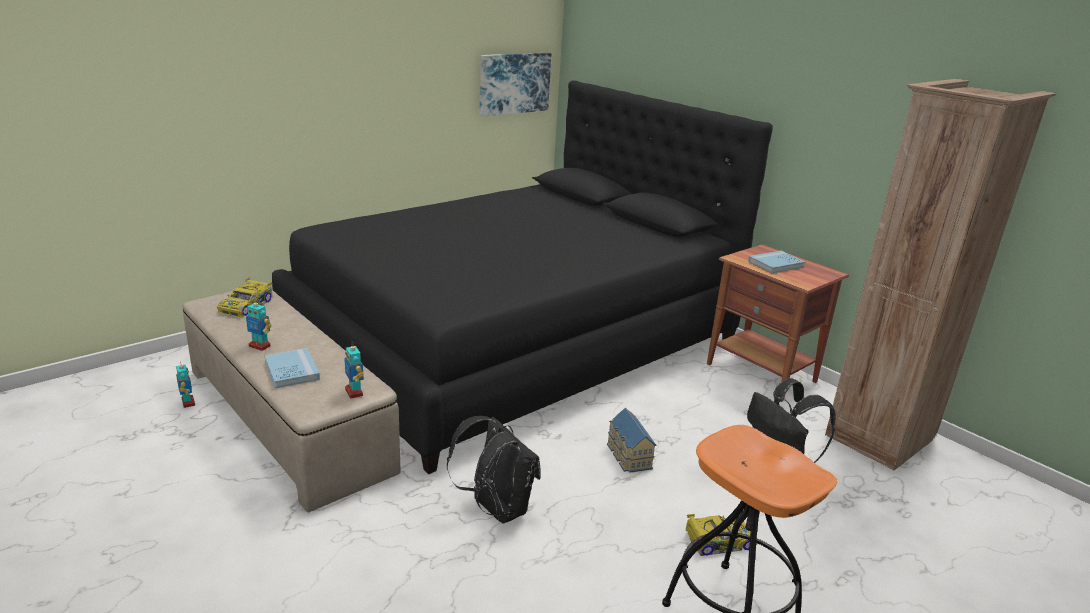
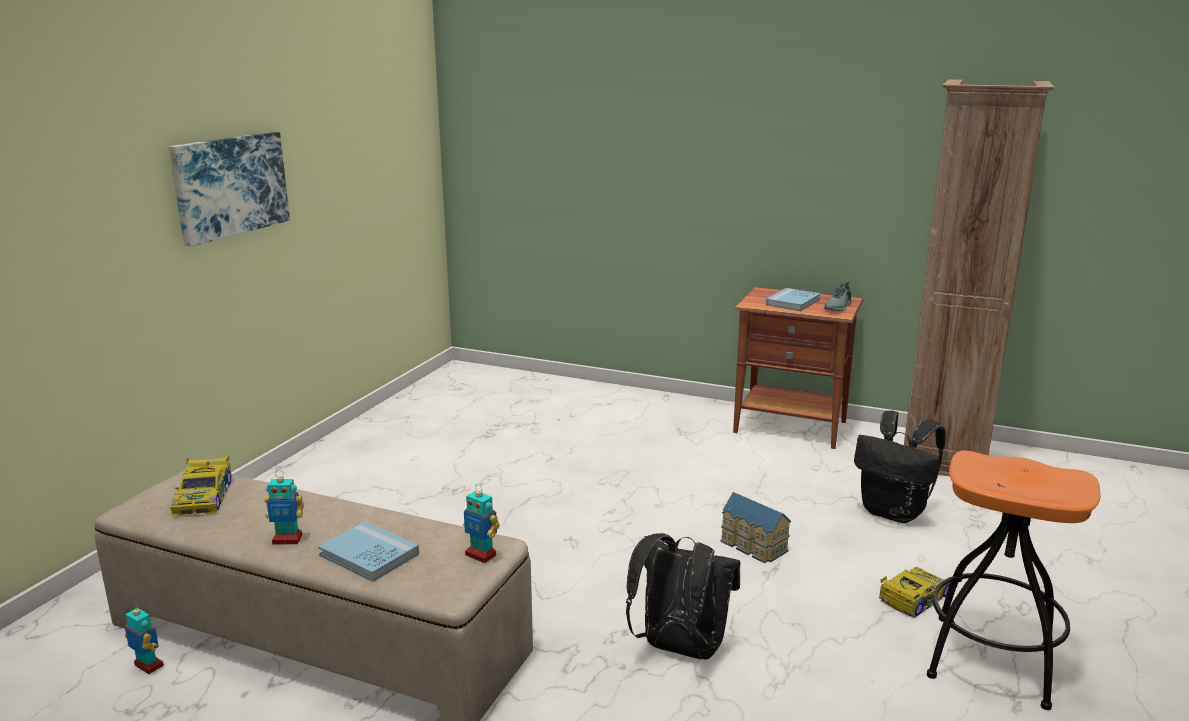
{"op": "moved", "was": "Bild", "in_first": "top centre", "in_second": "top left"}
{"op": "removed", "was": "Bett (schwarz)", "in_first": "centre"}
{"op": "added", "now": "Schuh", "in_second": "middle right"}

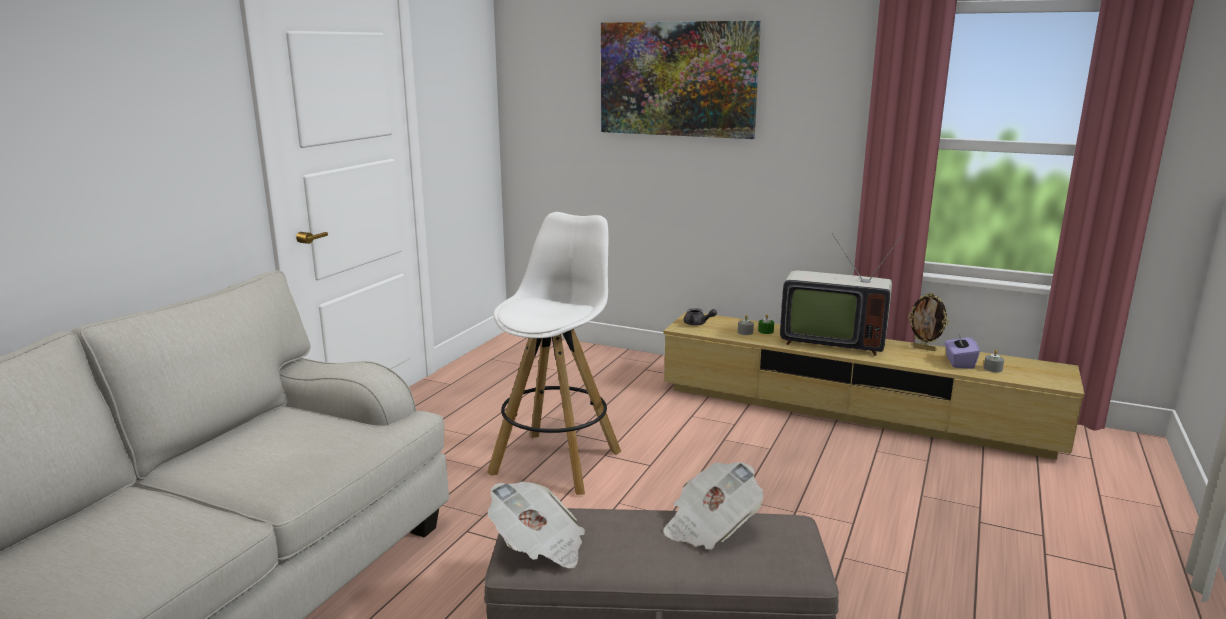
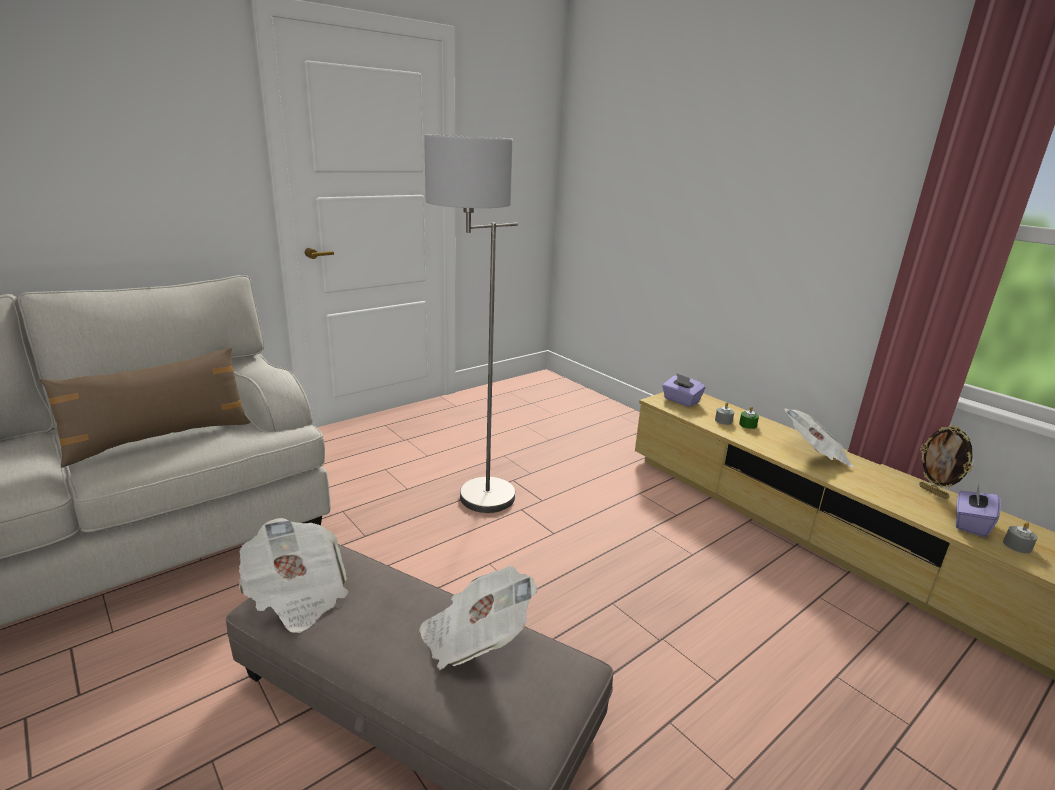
{"op": "removed", "was": "Bild", "in_first": "top centre"}
{"op": "replaced", "was": "Hocker (weiß)", "now": "Stehlampe (grau)", "in_first": "centre", "in_second": "centre"}
{"op": "replaced", "was": "Fernseher", "now": "Zeitung (3rd from left)", "in_first": "middle right", "in_second": "middle right"}
{"op": "replaced", "was": "Teekanne (grau)", "now": "Taschentuchbox (lila) (1st from left)", "in_first": "centre", "in_second": "centre"}
{"op": "added", "now": "Kissen (braun)", "in_second": "middle left"}

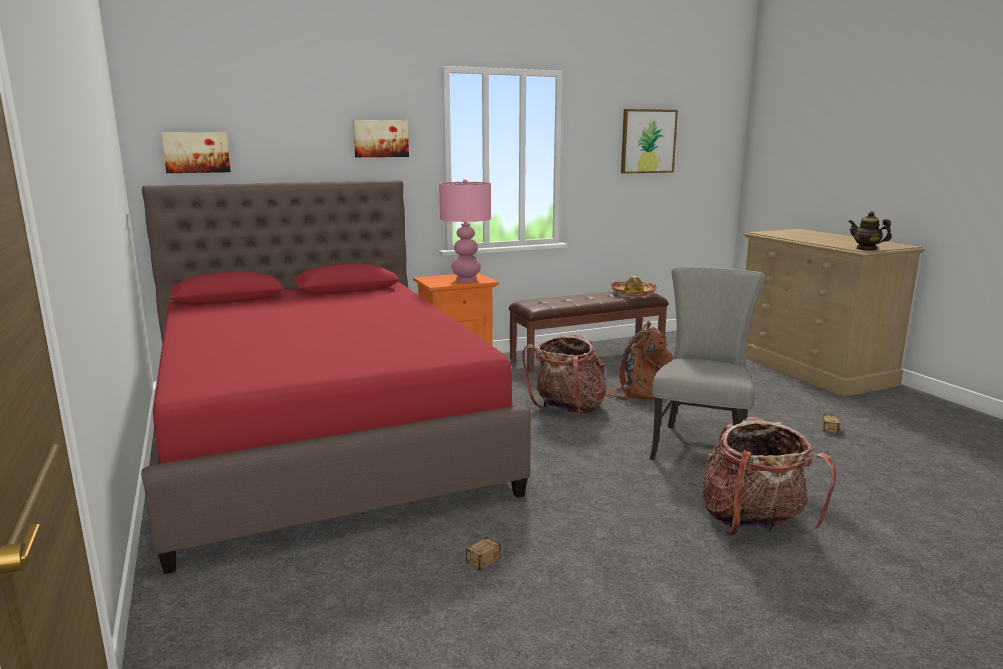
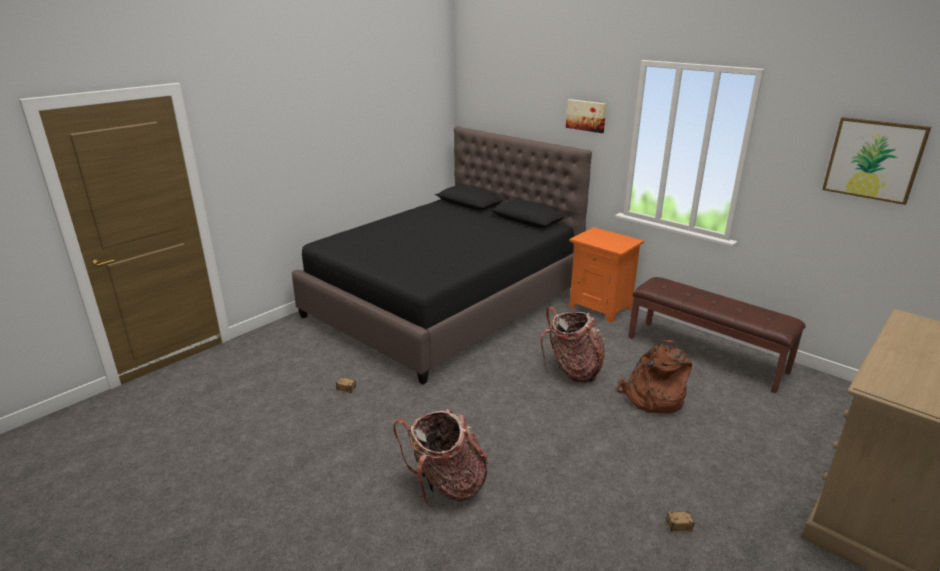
{"op": "removed", "was": "Bild (1st from left)", "in_first": "top left"}
{"op": "removed", "was": "Tischlampe (rosa)", "in_first": "centre"}
{"op": "recoloured", "was": "Bett (rot)", "now": "Bett (schwarz)", "in_first": "centre", "in_second": "centre"}
{"op": "removed", "was": "Teekanne", "in_first": "middle right"}
{"op": "removed", "was": "Stuhl (grau)", "in_first": "middle right"}
{"op": "removed", "was": "Hut", "in_first": "centre"}

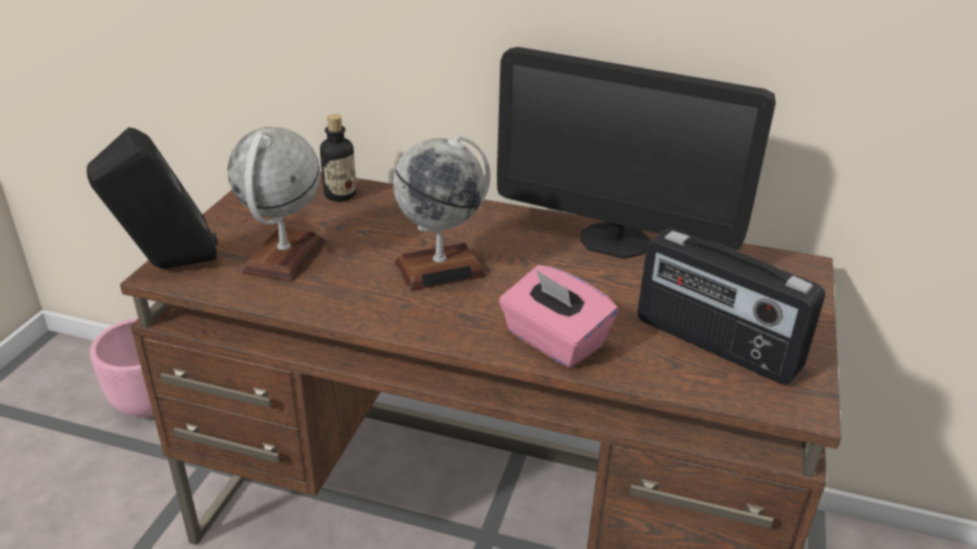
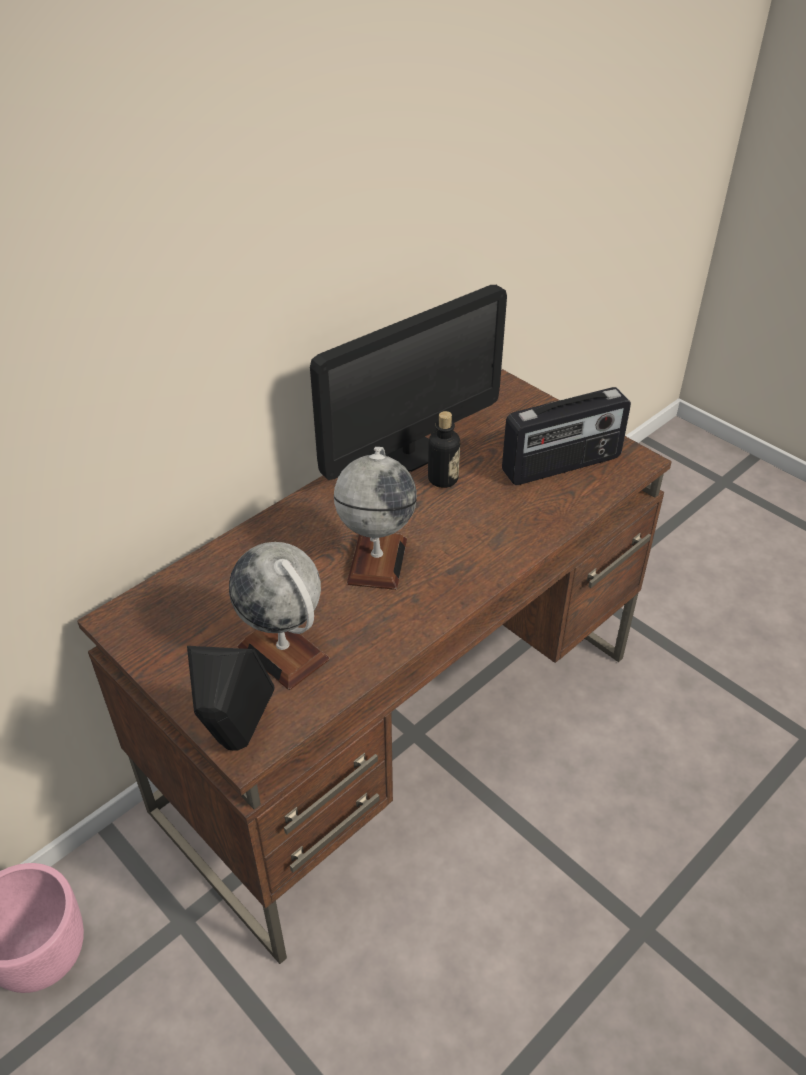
{"op": "moved", "was": "Flasche", "in_first": "top centre", "in_second": "centre"}
{"op": "removed", "was": "Taschentuchbox (rosa)", "in_first": "centre"}

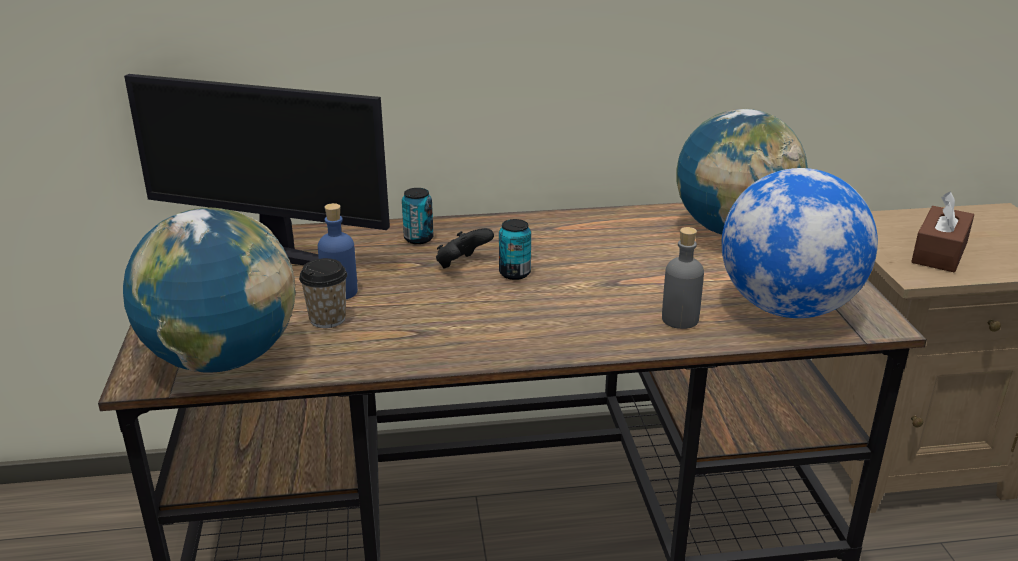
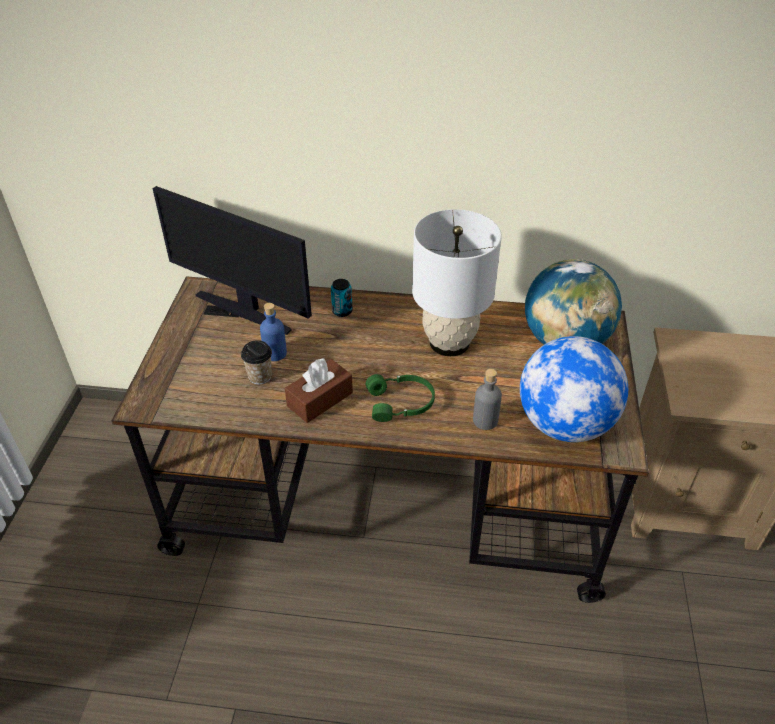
{"op": "moved", "was": "Taschentuchbox (braun)", "in_first": "middle right", "in_second": "centre"}
{"op": "removed", "was": "Globus (1st from left)", "in_first": "middle left"}
{"op": "removed", "was": "Dose (2nd from left)", "in_first": "centre"}
{"op": "removed", "was": "Gamepad (schwarz)", "in_first": "centre"}
{"op": "added", "now": "Tischlampe (weiß)", "in_second": "centre"}
{"op": "added", "now": "Kopfhörer (grün)", "in_second": "centre"}

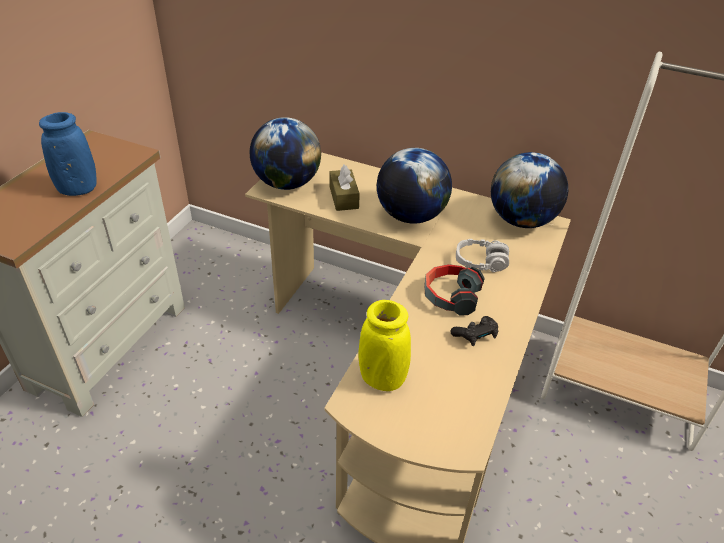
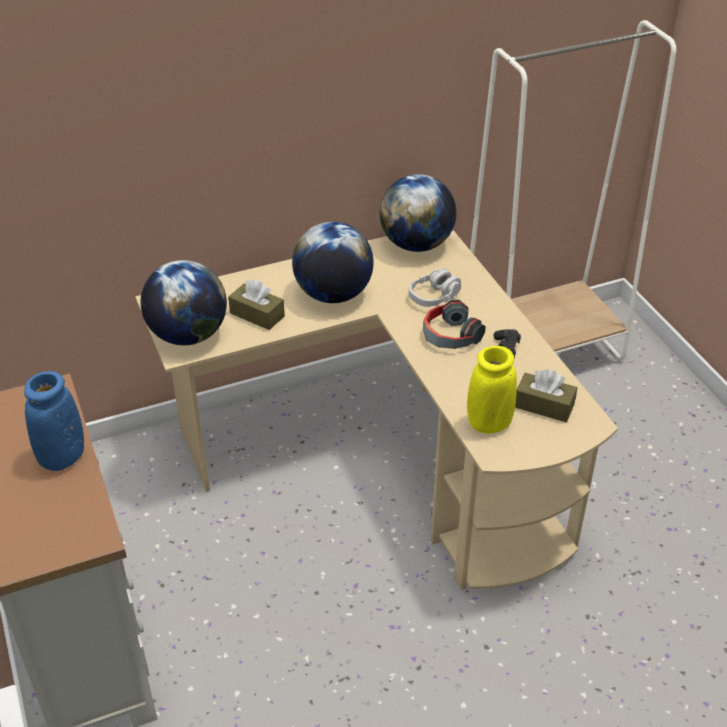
{"op": "added", "now": "Taschentuchbox (braun) (2nd from left)", "in_second": "middle right"}

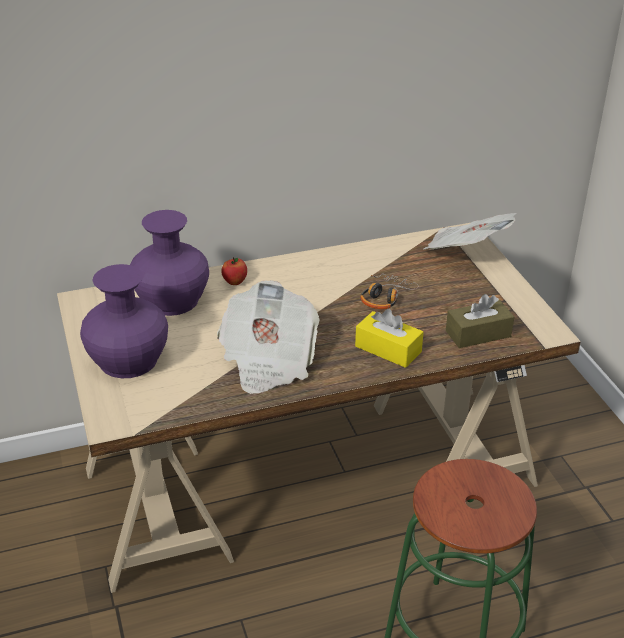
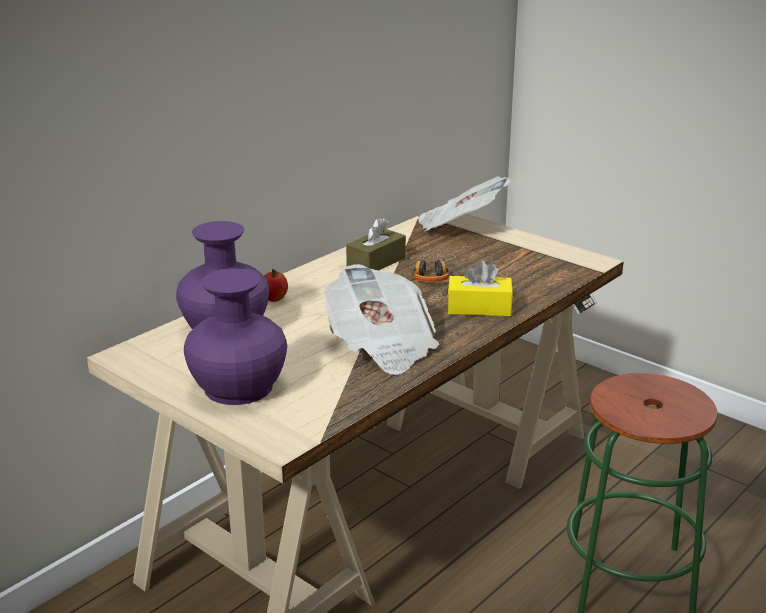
{"op": "moved", "was": "Taschentuchbox (braun)", "in_first": "middle right", "in_second": "centre"}

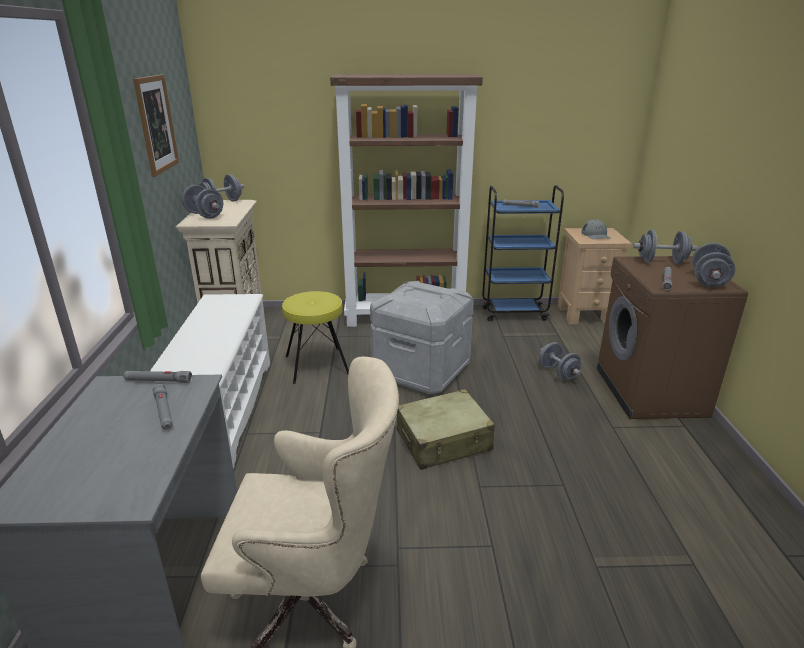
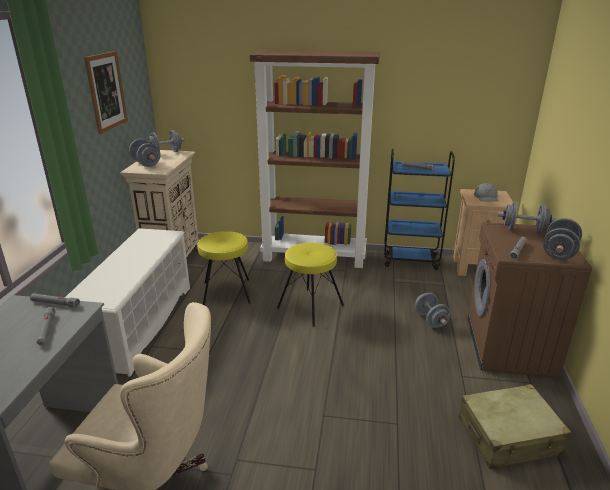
{"op": "replaced", "was": "Aufbewahrungsbox (grau)", "now": "Hocker (gelb) (2nd from left)", "in_first": "centre", "in_second": "centre"}
{"op": "moved", "was": "Koffer (beige)", "in_first": "centre", "in_second": "bottom right"}

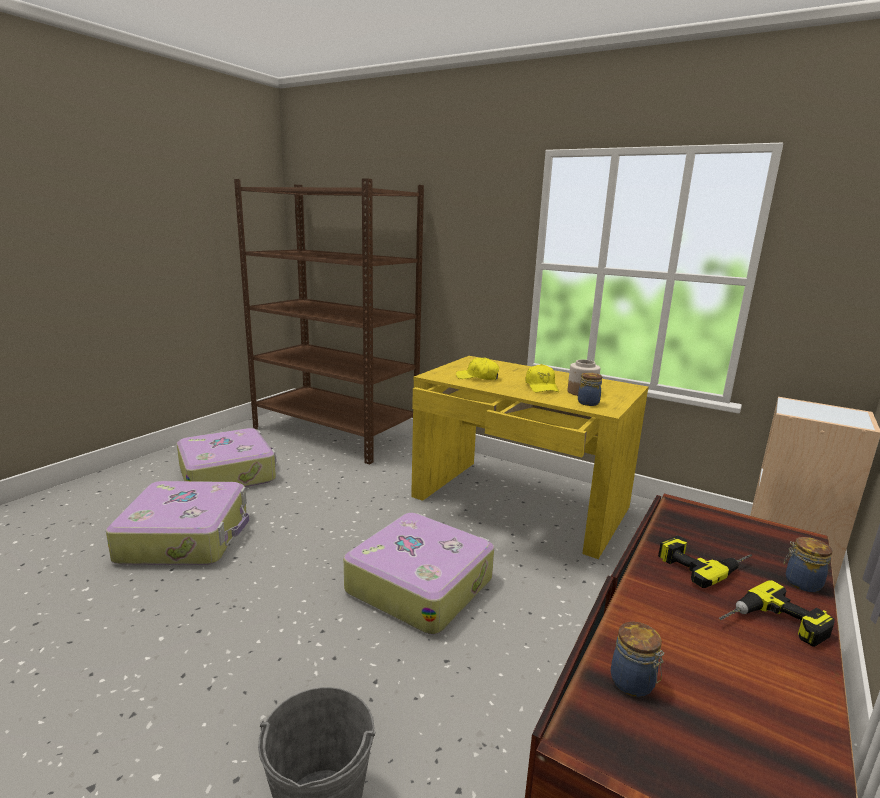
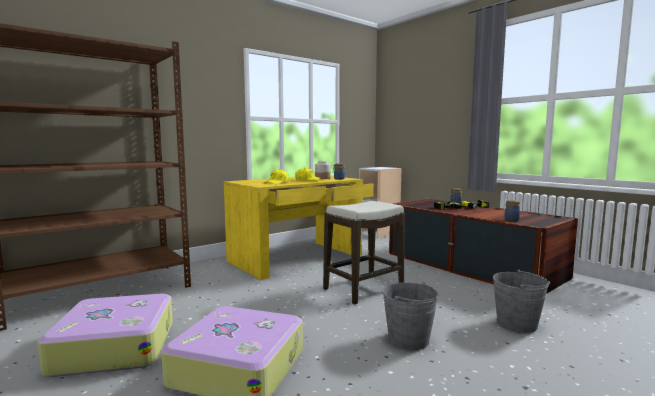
{"op": "replaced", "was": "Koffer (3rd from left)", "now": "Hocker", "in_first": "bottom centre", "in_second": "centre"}
{"op": "added", "now": "Eimer (grau) (1st from left)", "in_second": "bottom centre"}

